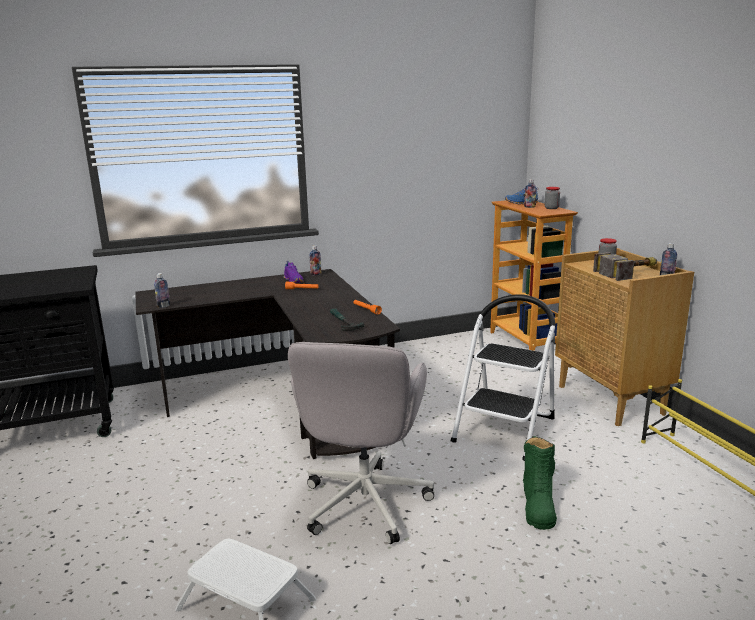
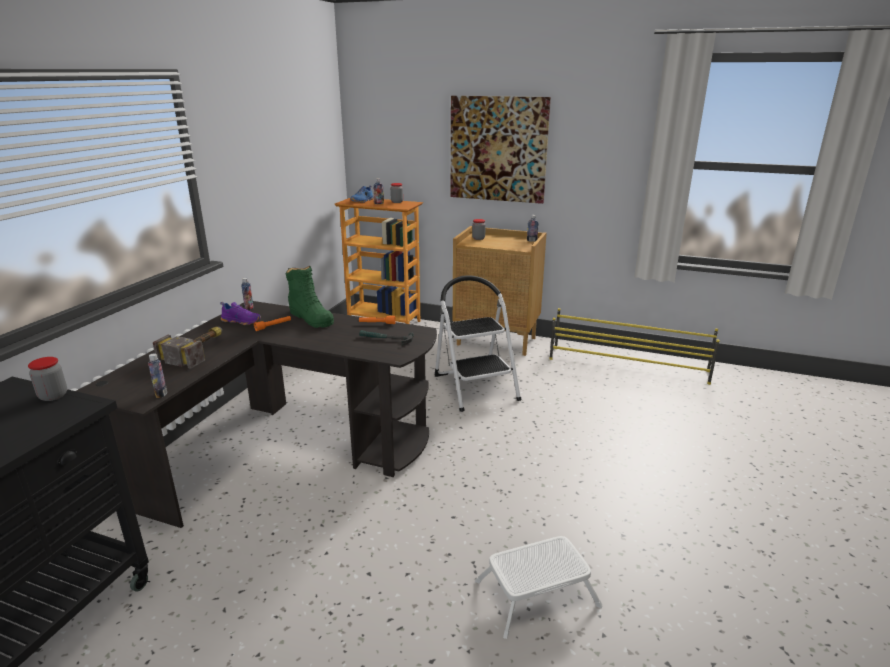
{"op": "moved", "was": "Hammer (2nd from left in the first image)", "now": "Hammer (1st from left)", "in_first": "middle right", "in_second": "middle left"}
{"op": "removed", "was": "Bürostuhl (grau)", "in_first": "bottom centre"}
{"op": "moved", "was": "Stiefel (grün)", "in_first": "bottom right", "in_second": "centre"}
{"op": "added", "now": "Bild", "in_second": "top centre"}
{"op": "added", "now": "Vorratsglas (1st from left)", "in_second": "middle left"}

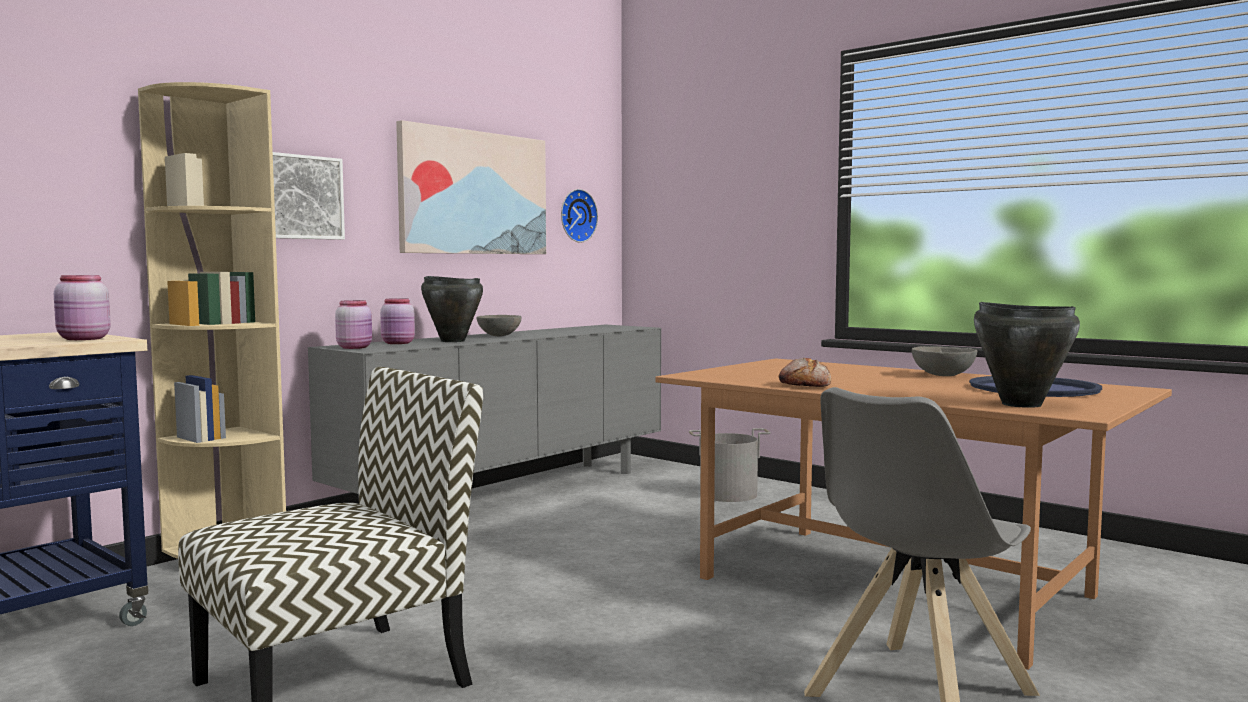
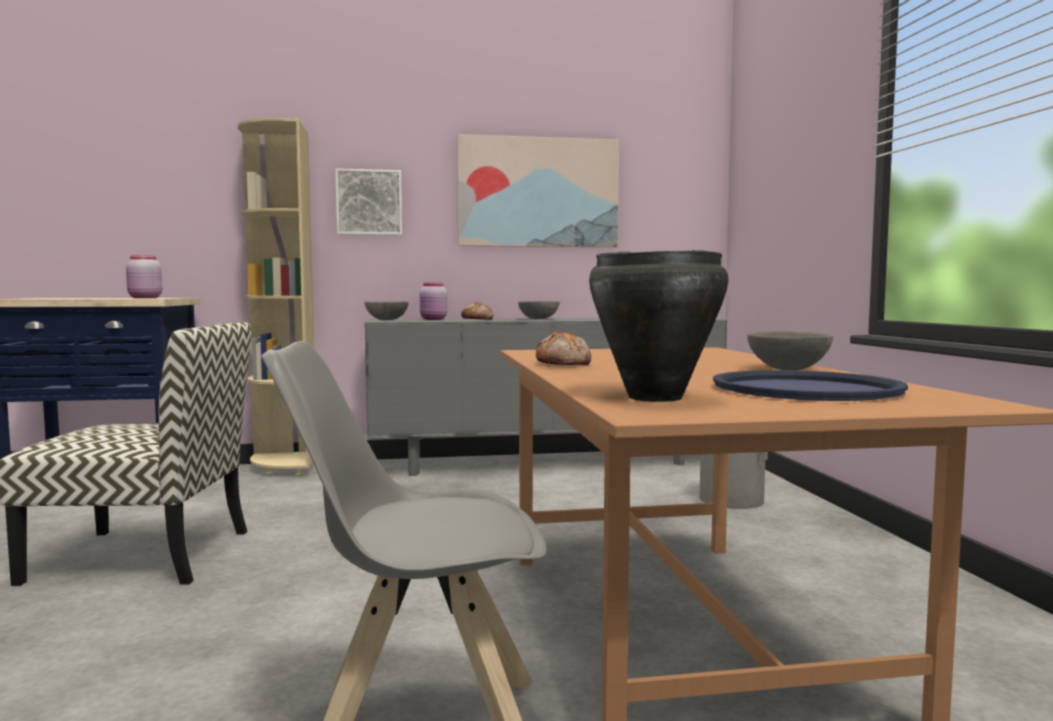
{"op": "removed", "was": "Wanduhr", "in_first": "top centre"}
{"op": "replaced", "was": "Kochtopf (schwarz) (1st from left)", "now": "Brot (1st from left)", "in_first": "centre", "in_second": "centre"}
{"op": "replaced", "was": "Vorratsglas (rosa) (2nd from left)", "now": "Schüssel (grau) (1st from left)", "in_first": "middle left", "in_second": "centre"}

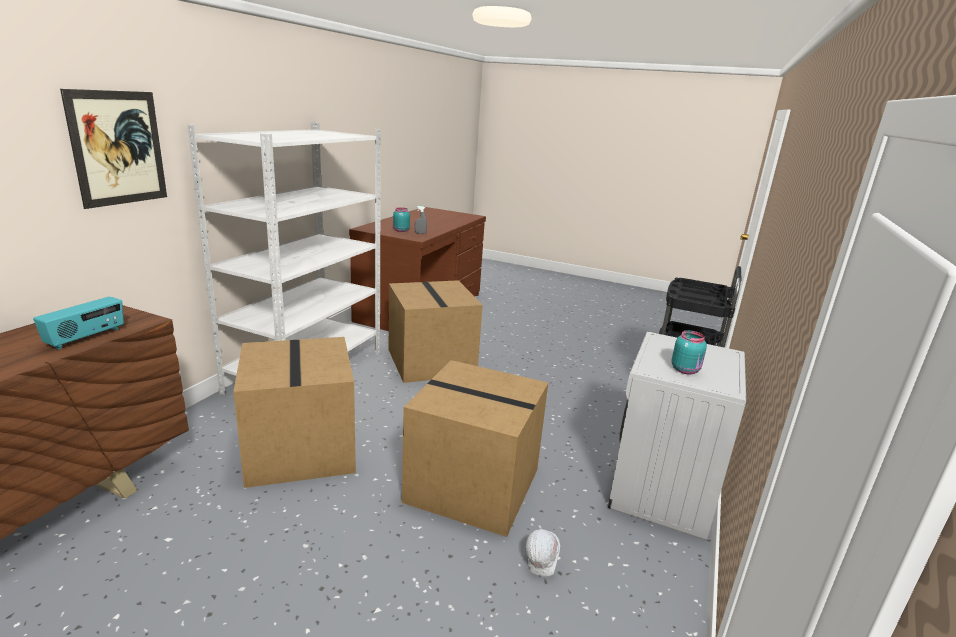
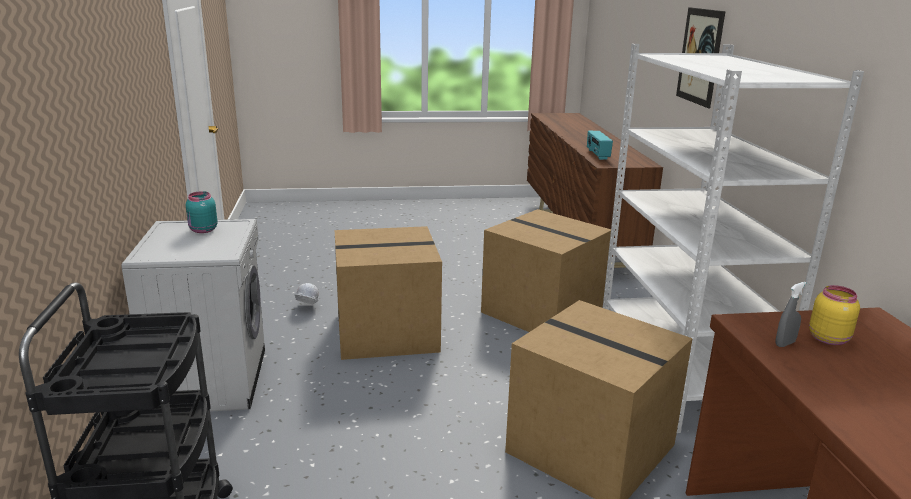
{"op": "recoloured", "was": "Vorratsglas (türkis) (1st from left)", "now": "Vorratsglas (gelb)", "in_first": "centre", "in_second": "middle right"}

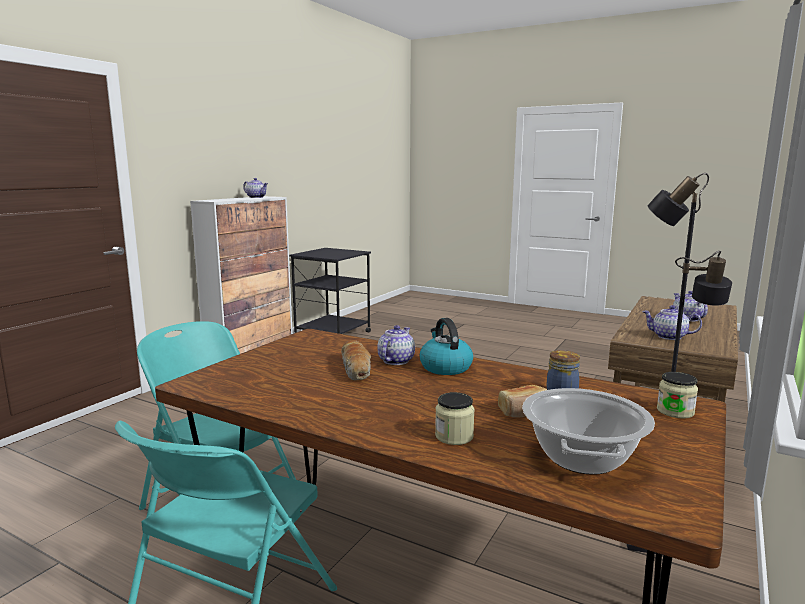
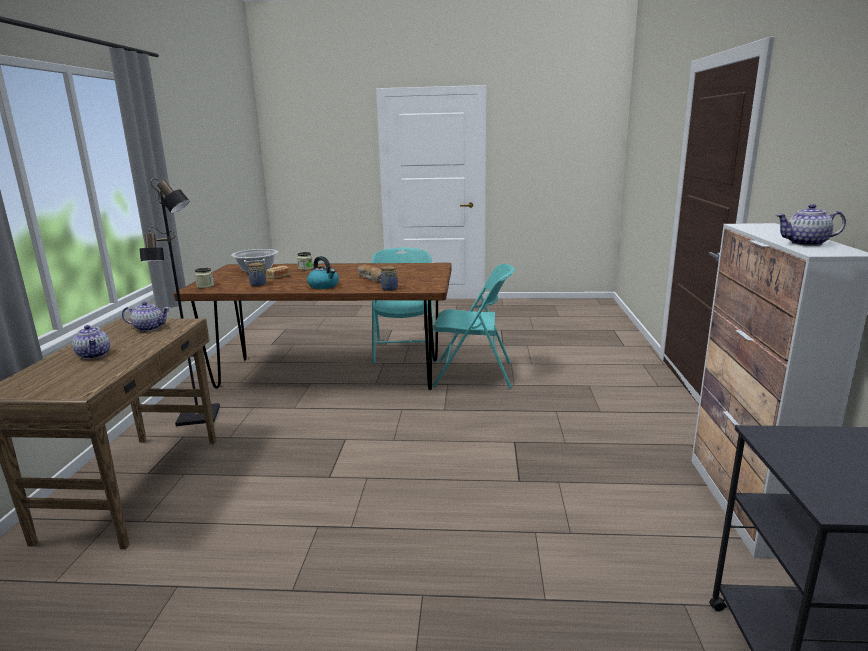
{"op": "removed", "was": "Teekanne (2nd from left)", "in_first": "centre"}
{"op": "added", "now": "Vorratsglas (4th from left)", "in_second": "centre"}

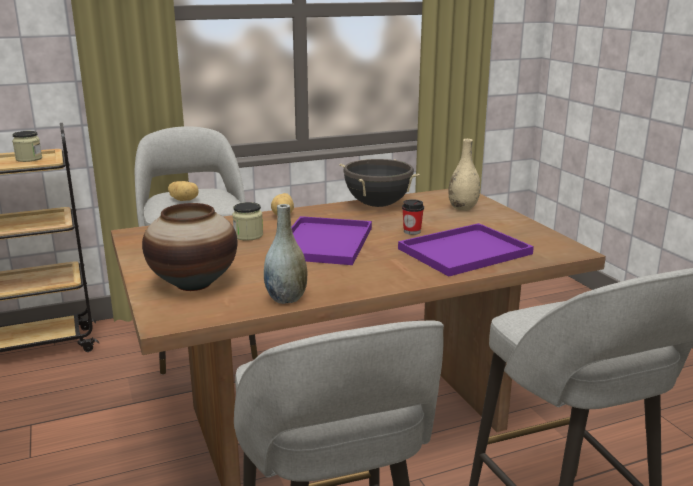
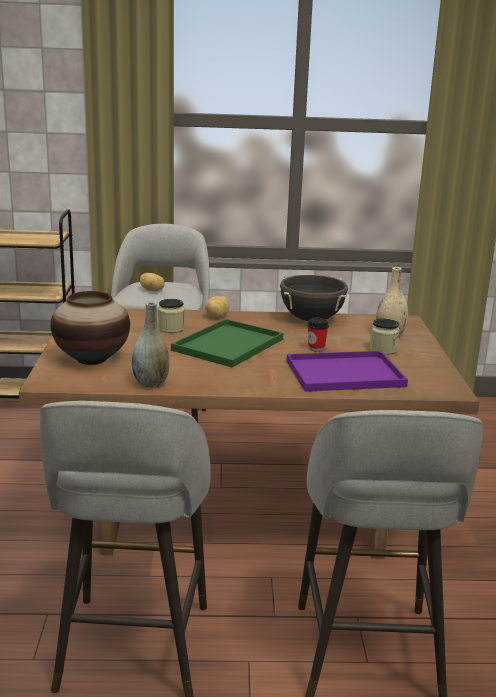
{"op": "moved", "was": "Vorratsglas (1st from left in the first image)", "now": "Vorratsglas (2nd from left)", "in_first": "top left", "in_second": "middle right"}
{"op": "recoloured", "was": "Tablett (lila) (1st from left)", "now": "Tablett (grün)", "in_first": "centre", "in_second": "centre"}

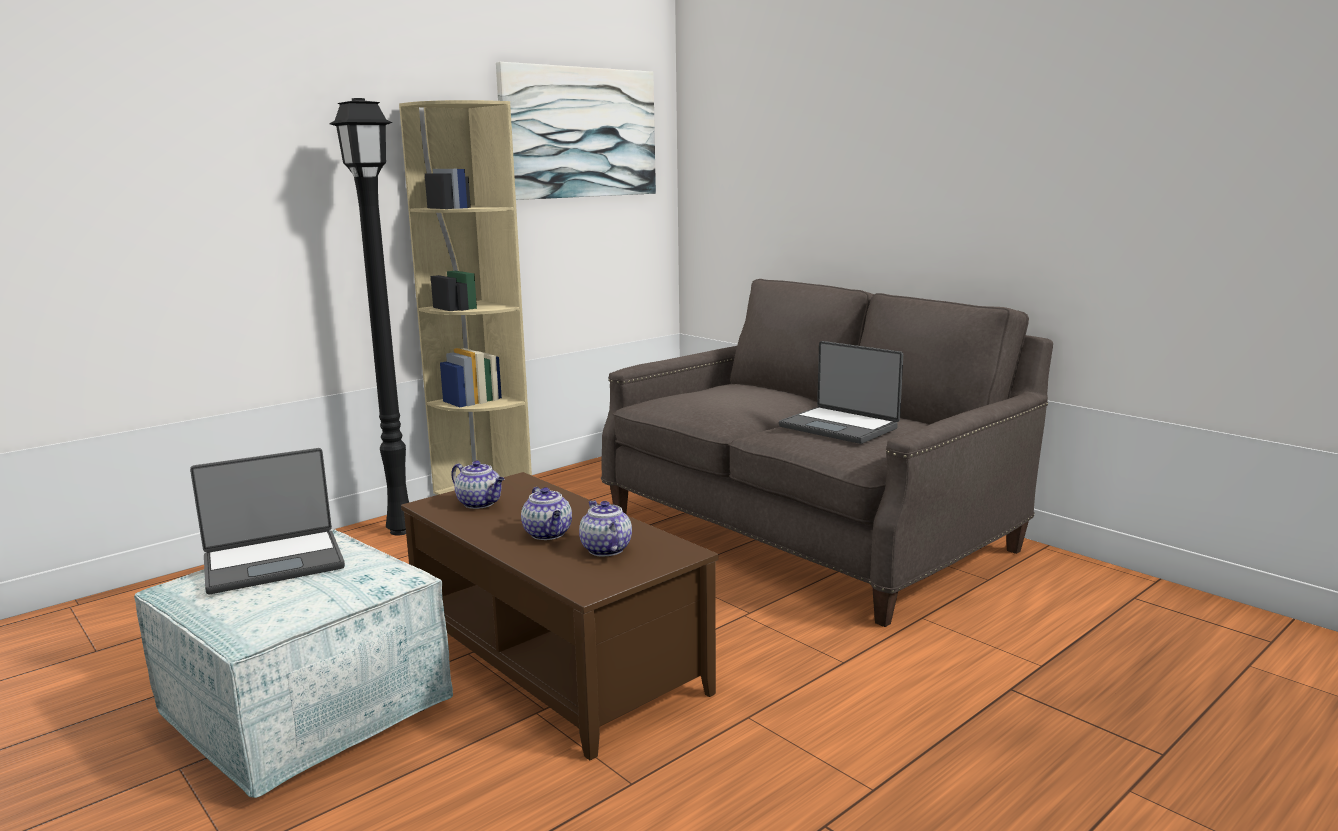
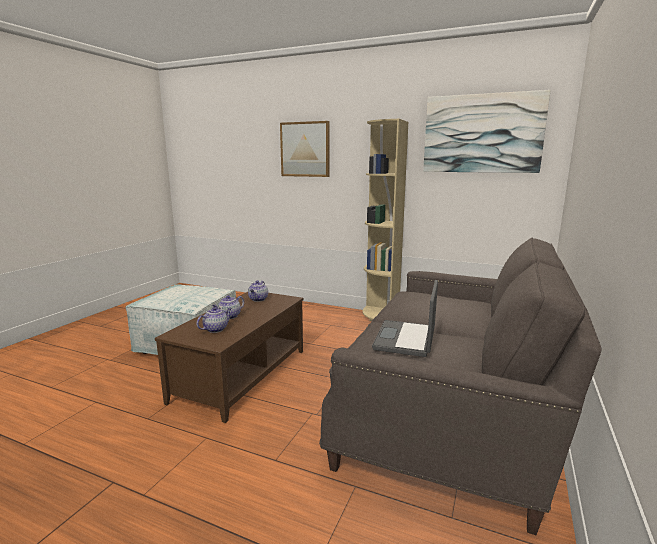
{"op": "removed", "was": "Stehlampe (schwarz)", "in_first": "middle left"}
{"op": "removed", "was": "Laptop (1st from left)", "in_first": "middle left"}
{"op": "added", "now": "Bild (1st from left)", "in_second": "top centre"}

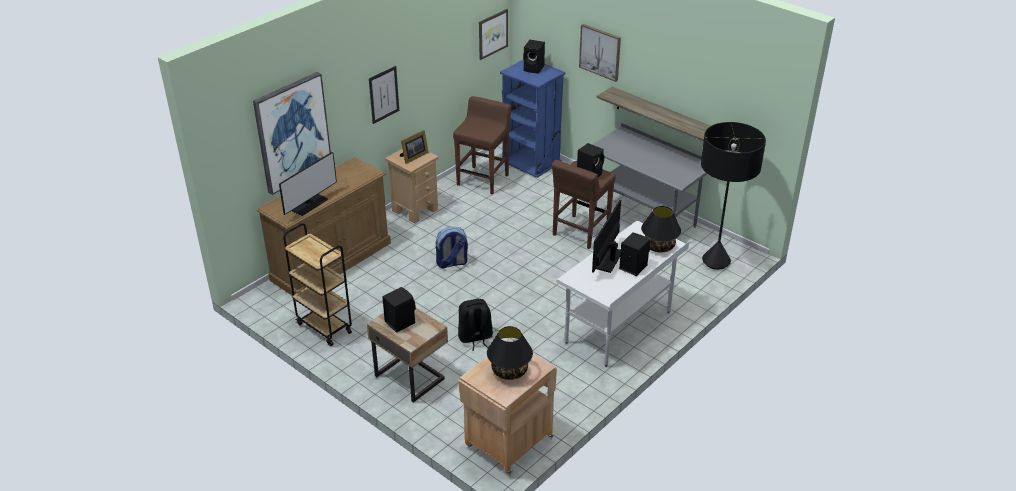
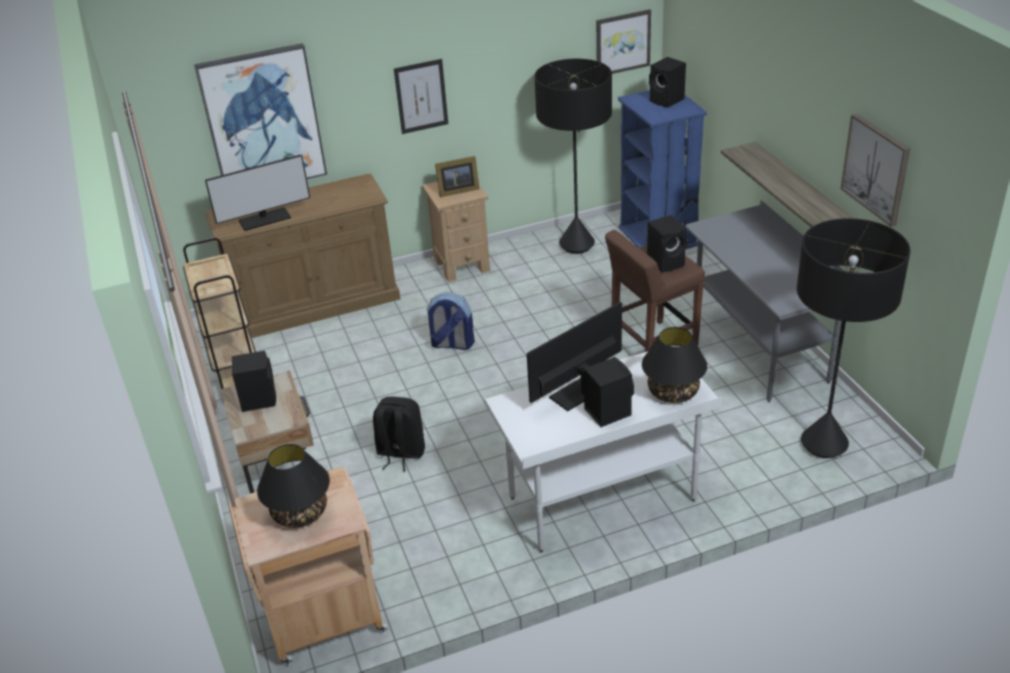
{"op": "moved", "was": "Bild (4th from left)", "in_first": "top centre", "in_second": "top right"}
{"op": "replaced", "was": "Hocker (braun) (1st from left)", "now": "Stehlampe (schwarz) (1st from left)", "in_first": "top centre", "in_second": "top centre"}

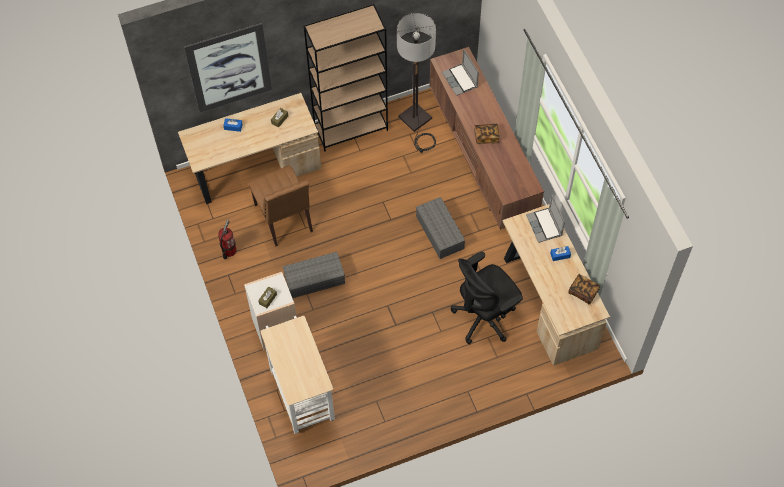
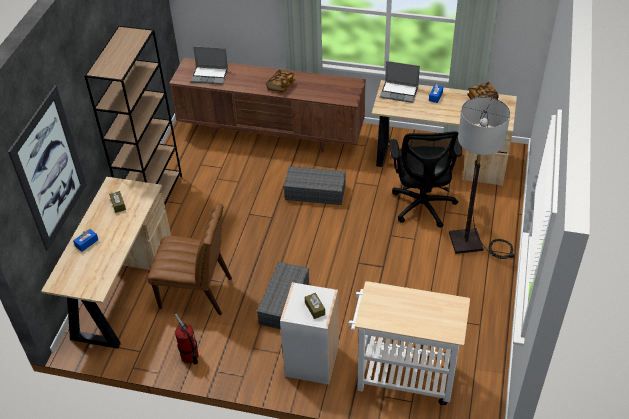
{"op": "moved", "was": "Stehlampe", "in_first": "top centre", "in_second": "middle right"}

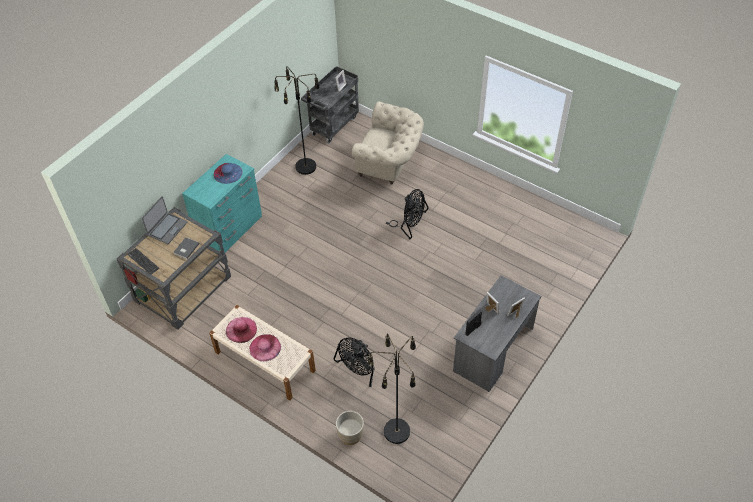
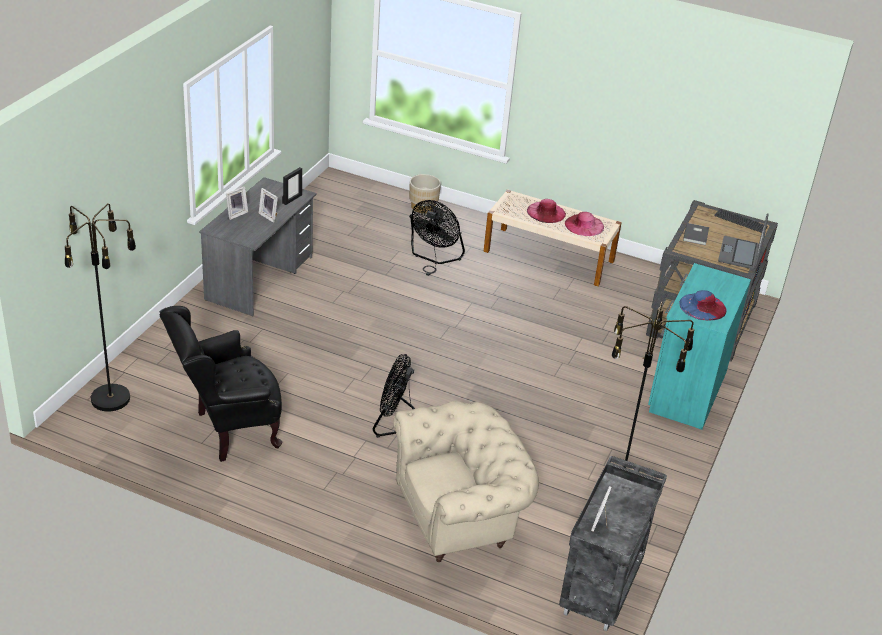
{"op": "turned", "was": "Sessel (beige)", "in_first": "top centre", "in_second": "bottom centre", "clockwise": 150}
{"op": "moved", "was": "Stehlampe (2nd from left in the first image)", "now": "Stehlampe (1st from left)", "in_first": "bottom centre", "in_second": "middle left"}
{"op": "added", "now": "Sessel (schwarz)", "in_second": "middle left"}

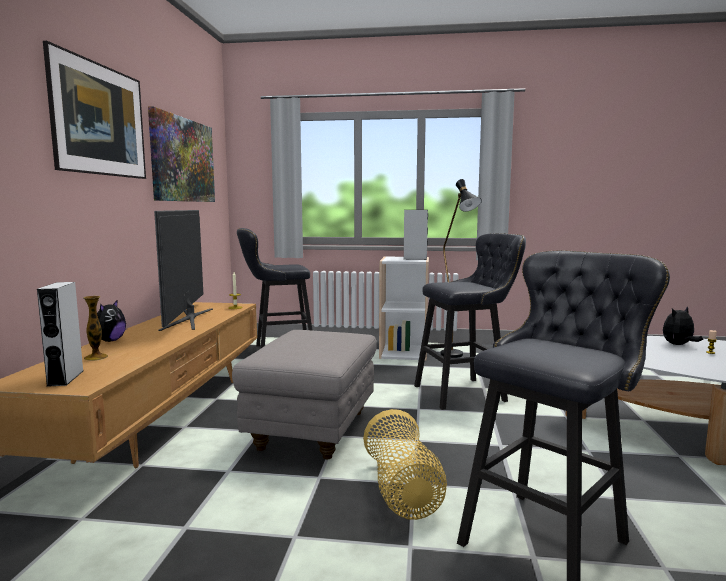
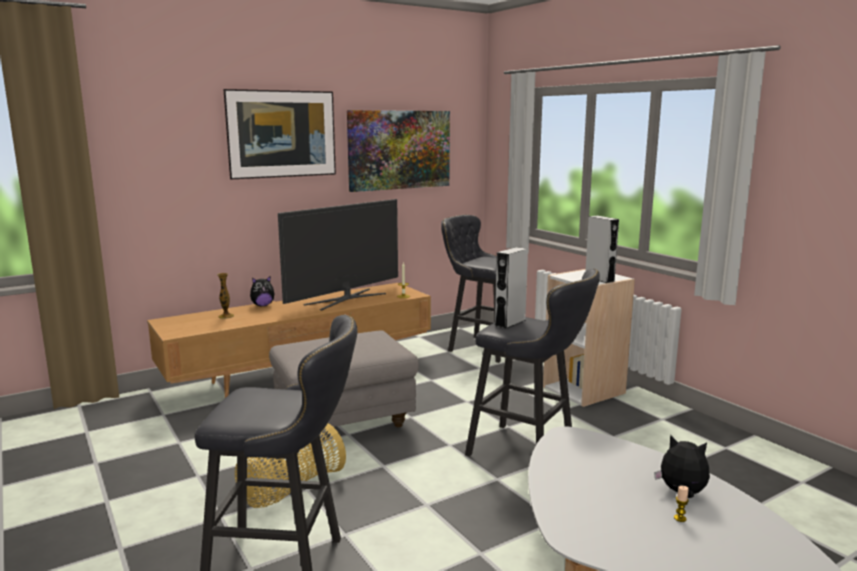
{"op": "removed", "was": "Stehlampe (schwarz)", "in_first": "centre"}
{"op": "moved", "was": "Lautsprecher (grau) (1st from left)", "in_first": "middle left", "in_second": "centre"}

